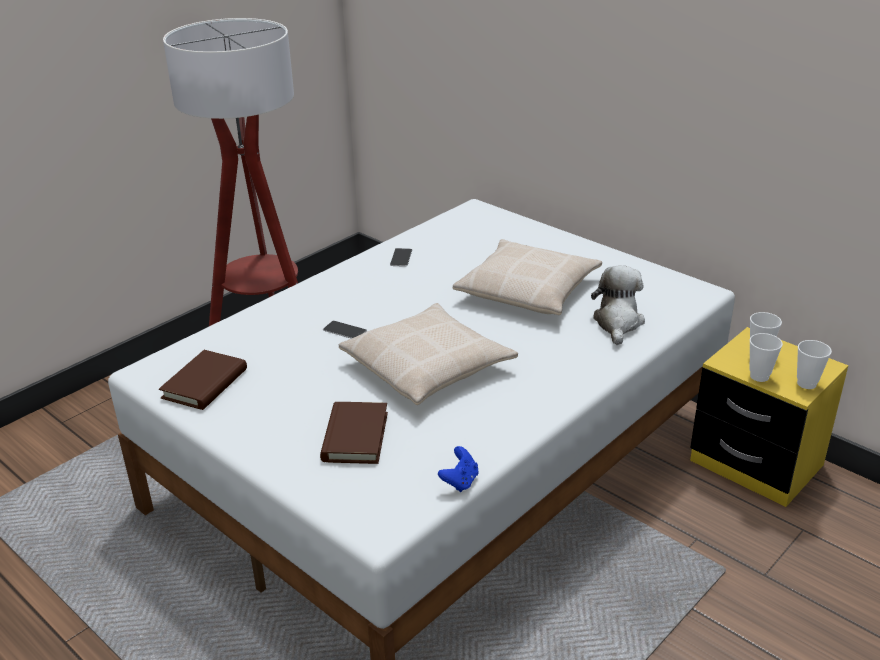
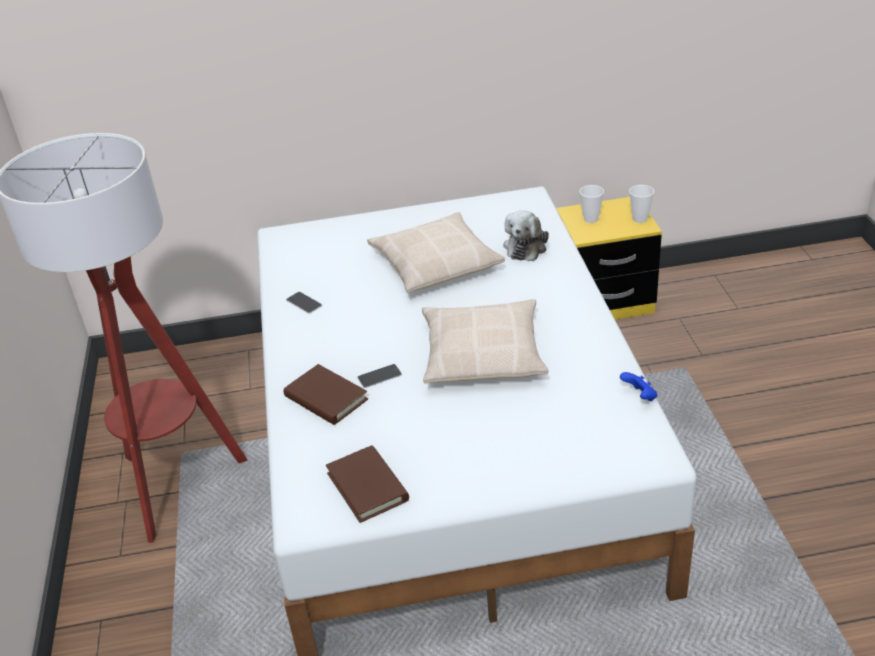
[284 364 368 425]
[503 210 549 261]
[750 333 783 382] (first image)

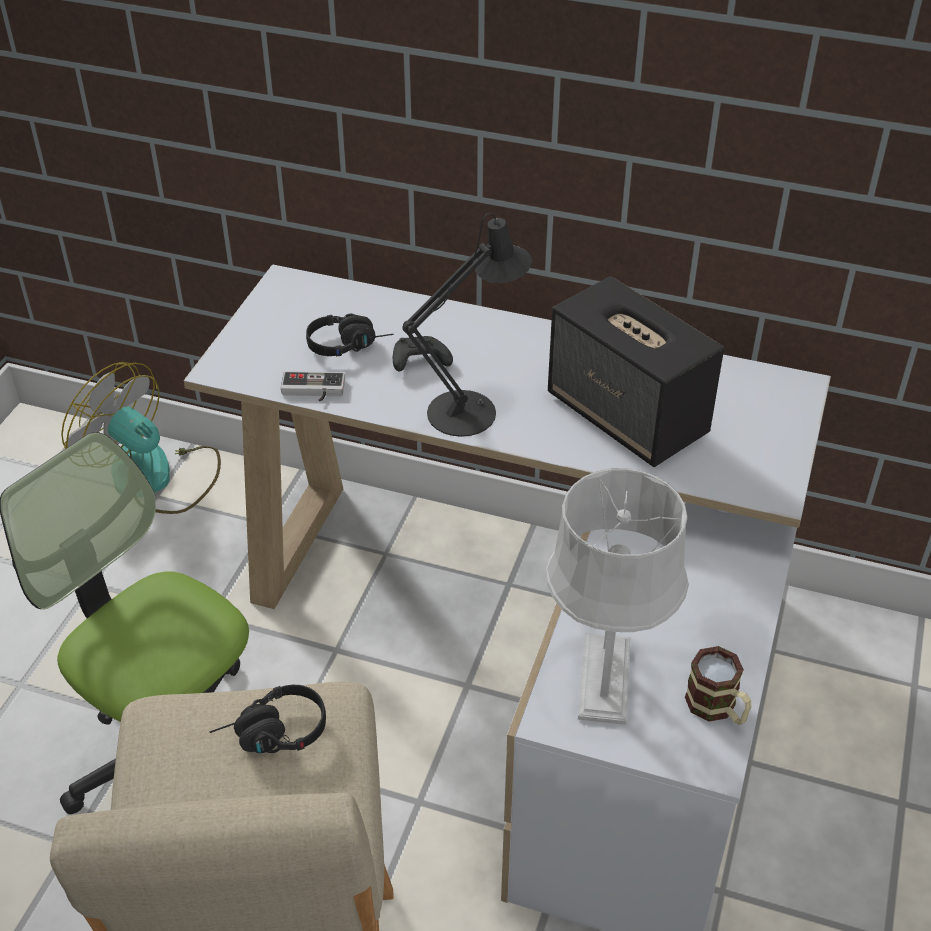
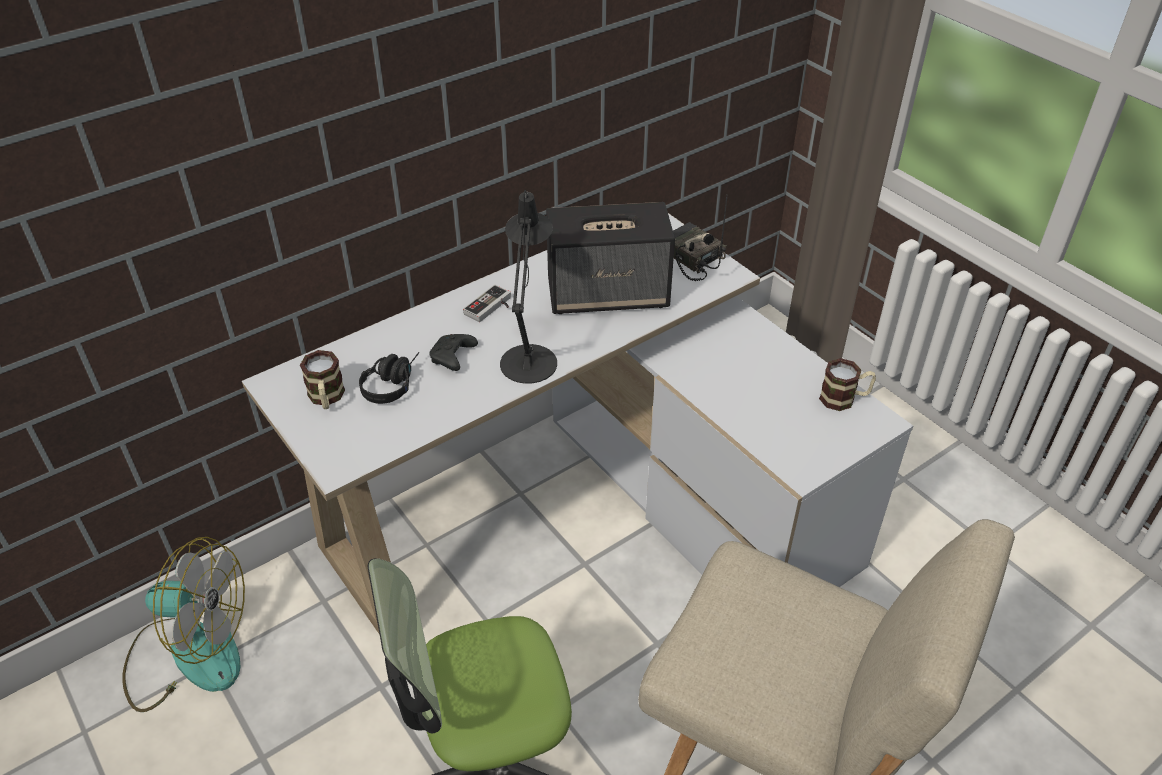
[122 537 245 712]
[209 685 326 753] (first image)
[463 284 511 322]
[545 468 689 725] (first image)
[300 350 345 409]
[673 194 728 281]

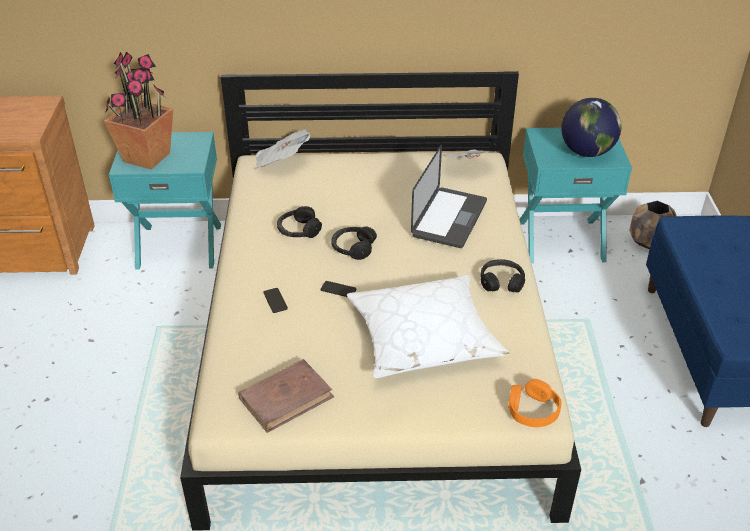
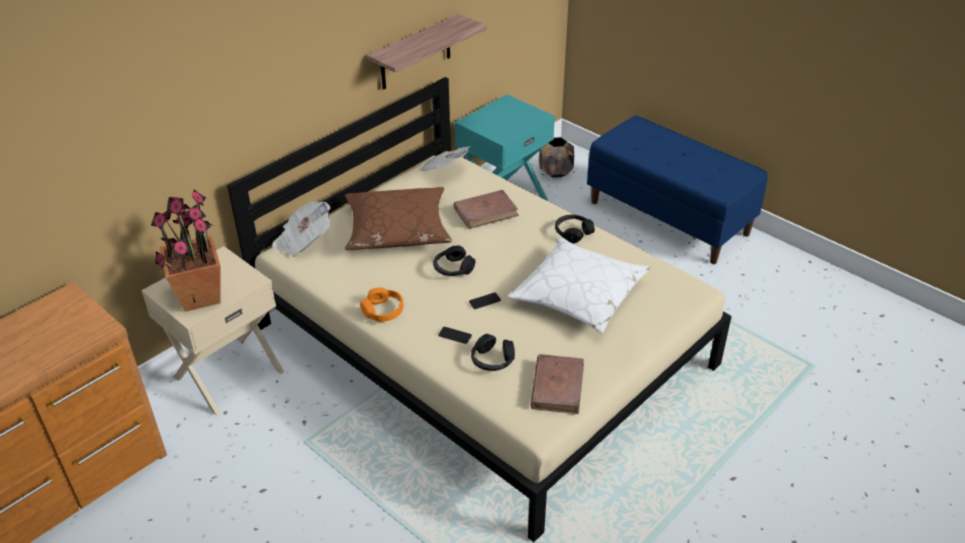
[141 246 284 416]
[471 334 515 371]
[454 190 519 229]
[360 288 403 322]
[561 98 621 157] (first image)
[345 187 452 250]
[367 14 487 90]

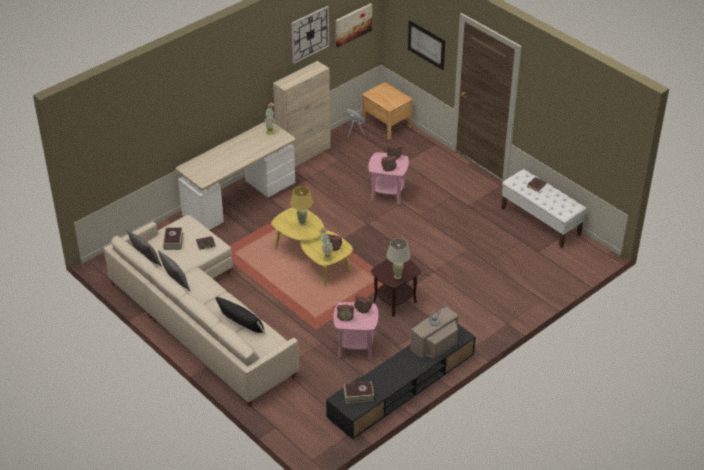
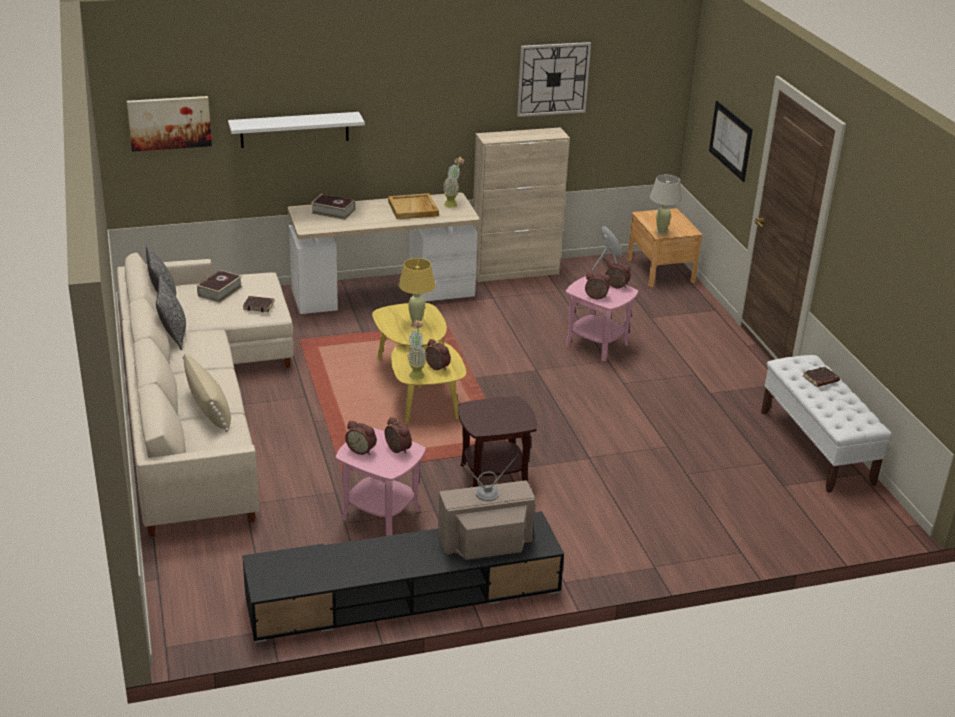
[182 354 231 432]
[127 96 212 152]
[311 194 355 220]
[650 175 682 235]
[228 112 365 148]
[388 193 439 219]

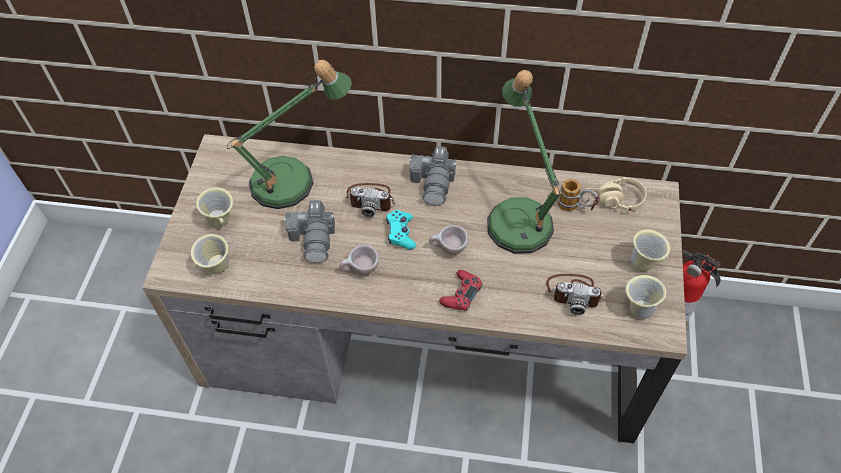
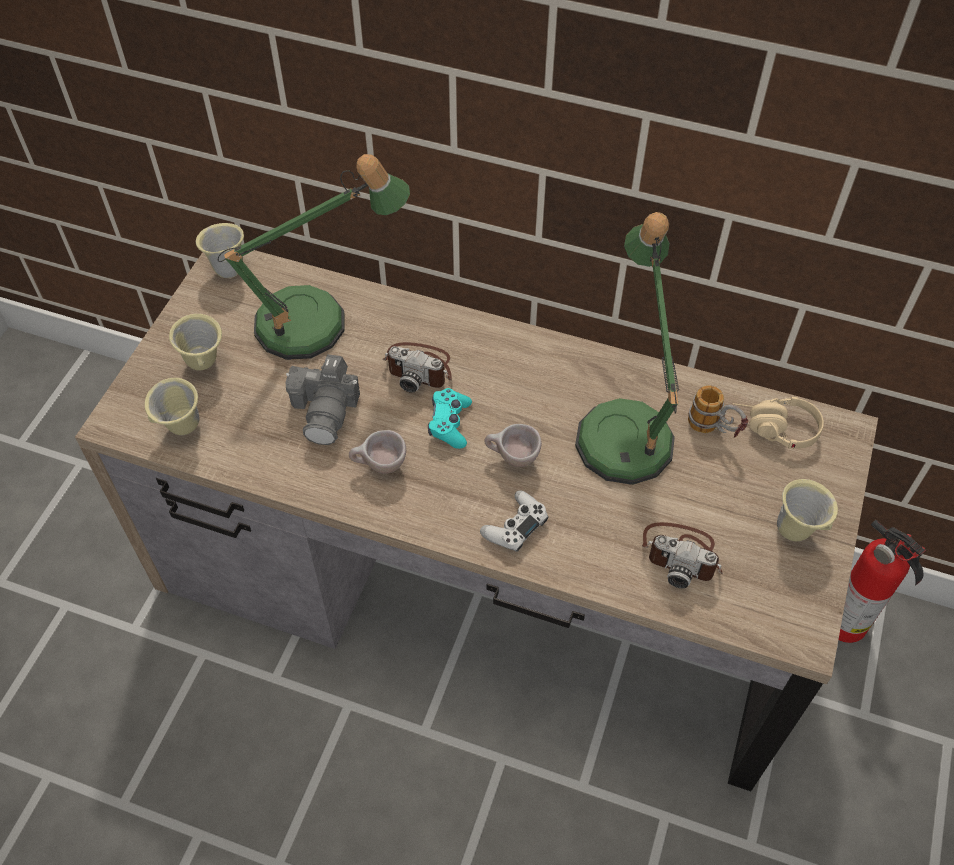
[409 146 457 206] (first image)
[480 490 548 551]
[196 223 244 278]

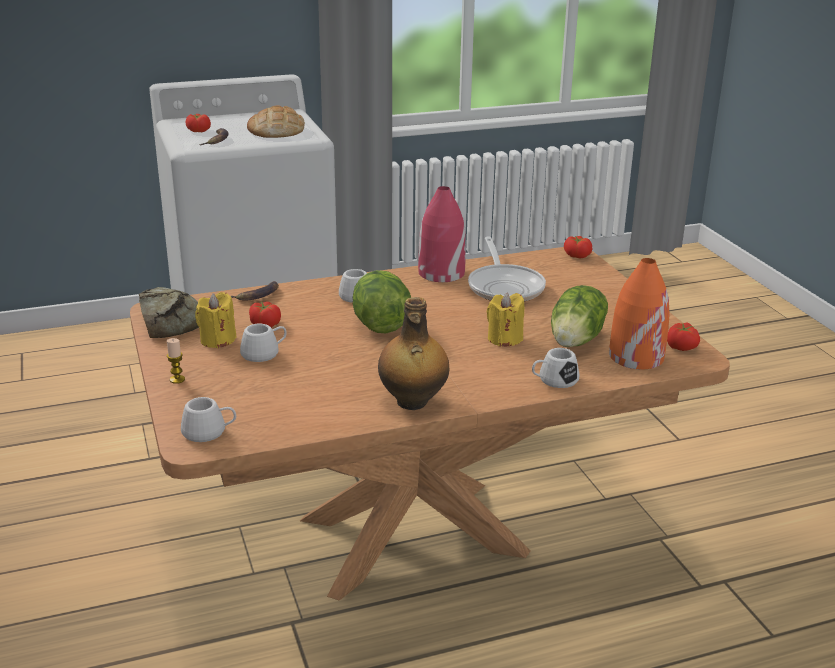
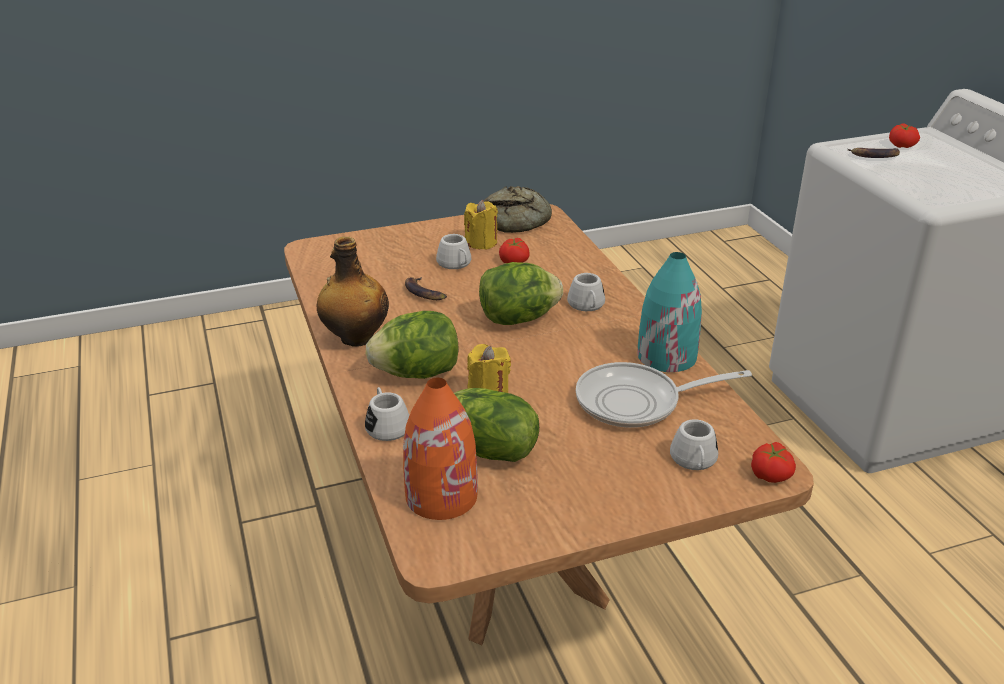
[167 338 185 384] (first image)
[670 419 718 470]
[405 277 447 300]
[247 105 305 138] (first image)
[637 252 702 372]
[667 322 700 351] (first image)
[366 311 459 379]

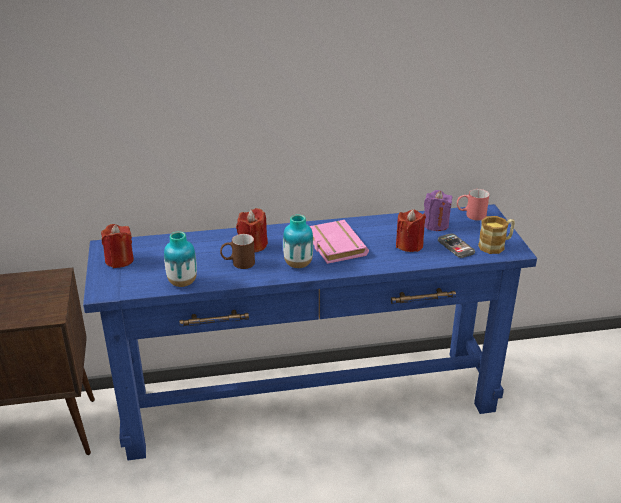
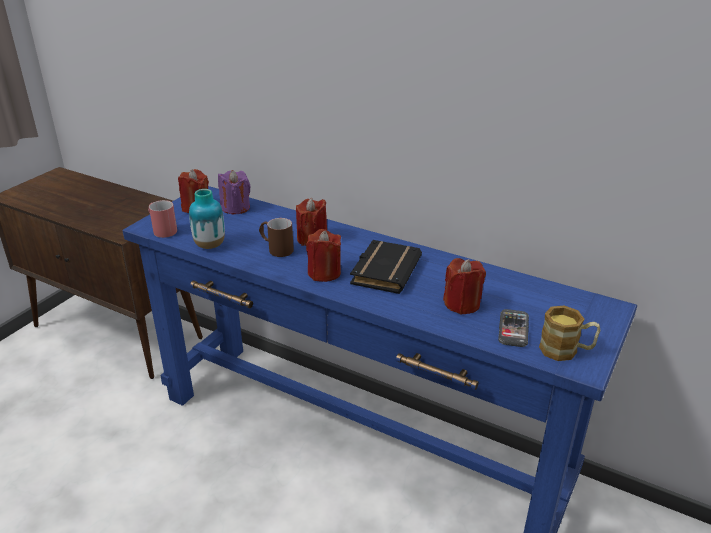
[306 229 341 282]
[350 240 422 294]
[218 170 251 214]
[148 200 177 238]

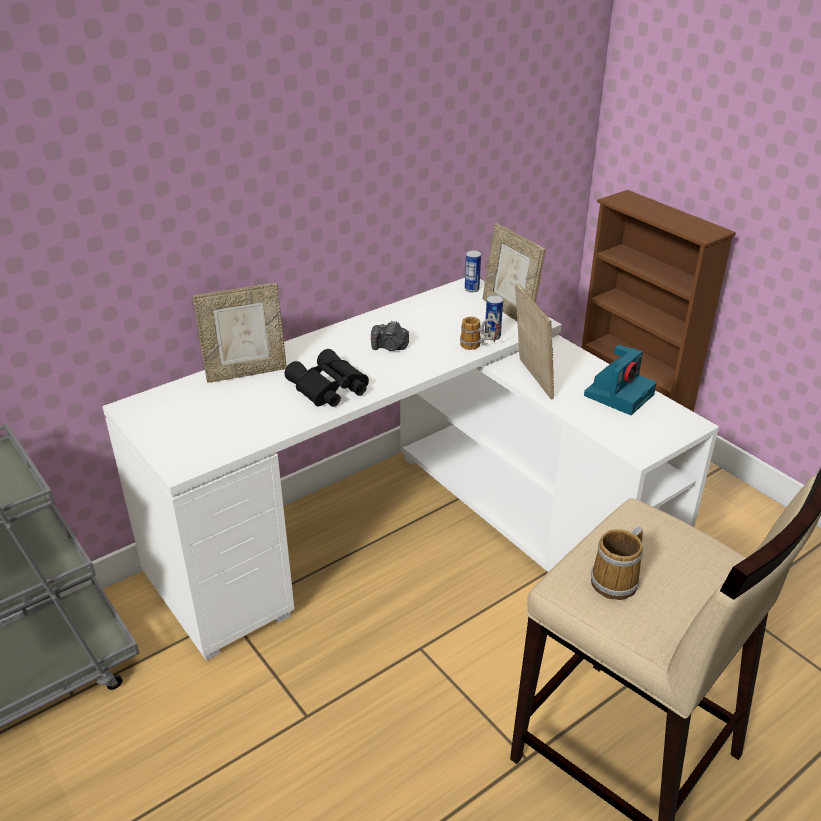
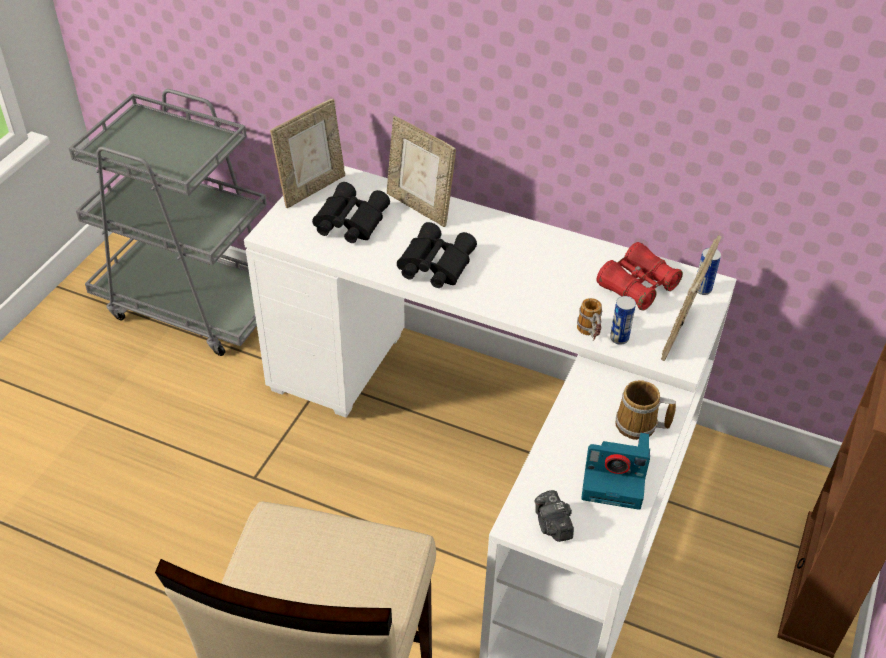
[535 490 574 542]
[270 99 345 208]
[615 380 676 440]
[312 182 390 243]
[596 242 683 310]

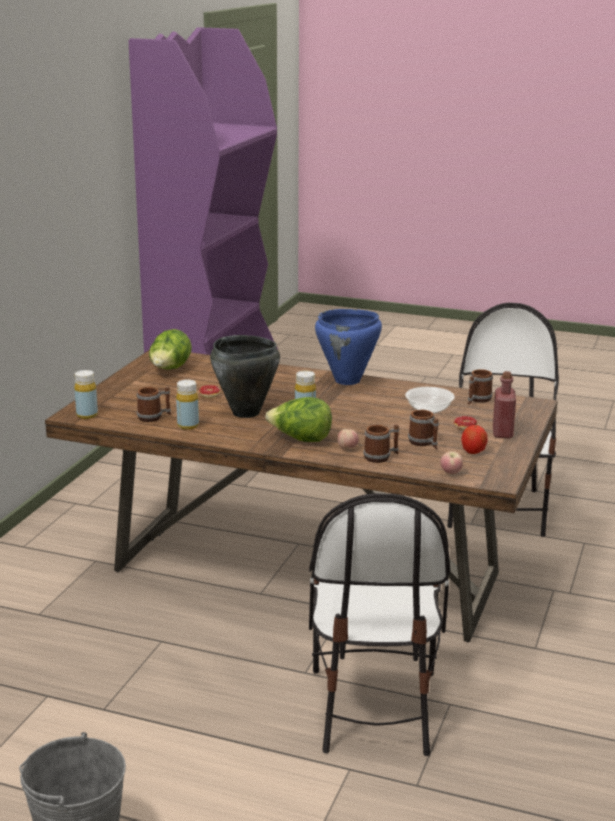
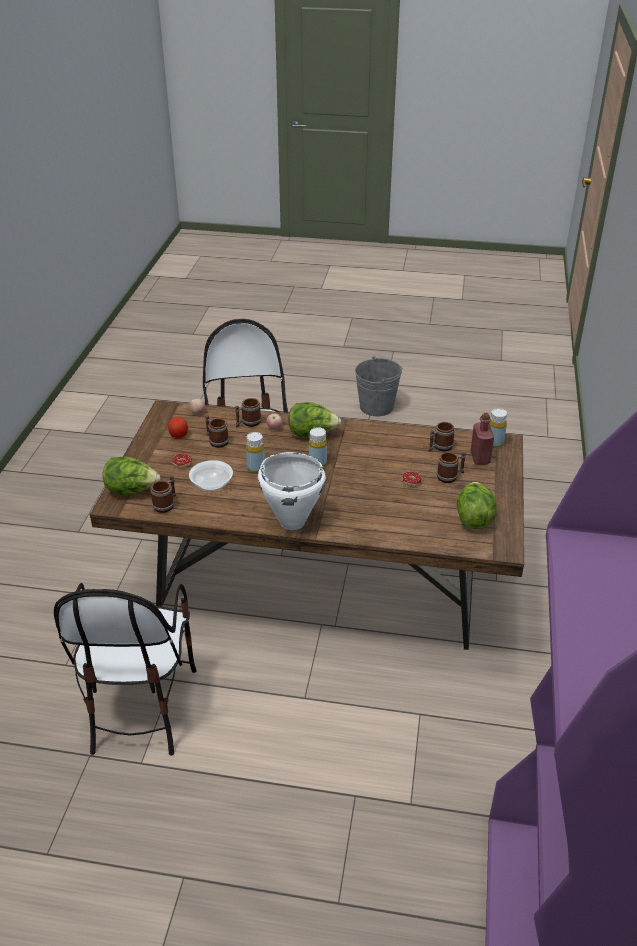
[246 432 265 473]
[210 335 280 418] (first image)
[258 452 326 530]
[471 413 494 465]
[103 456 160 495]
[436 452 466 483]

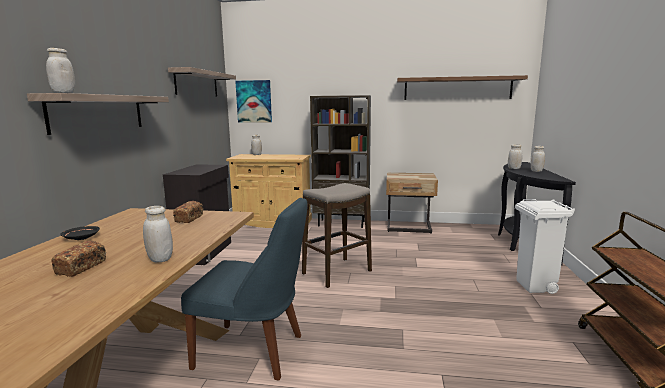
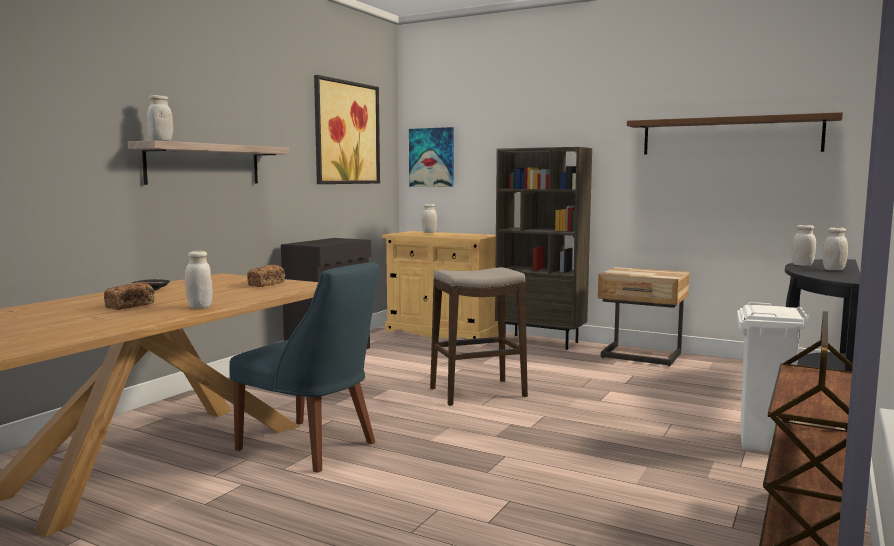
[314 75 380 184]

